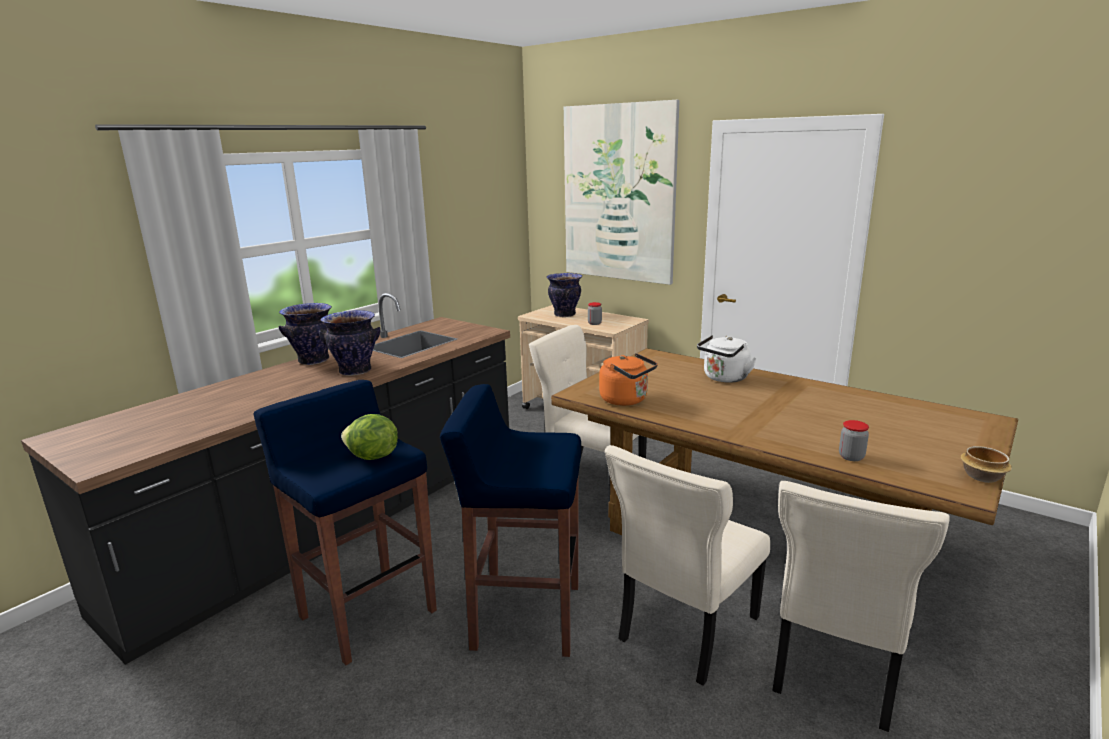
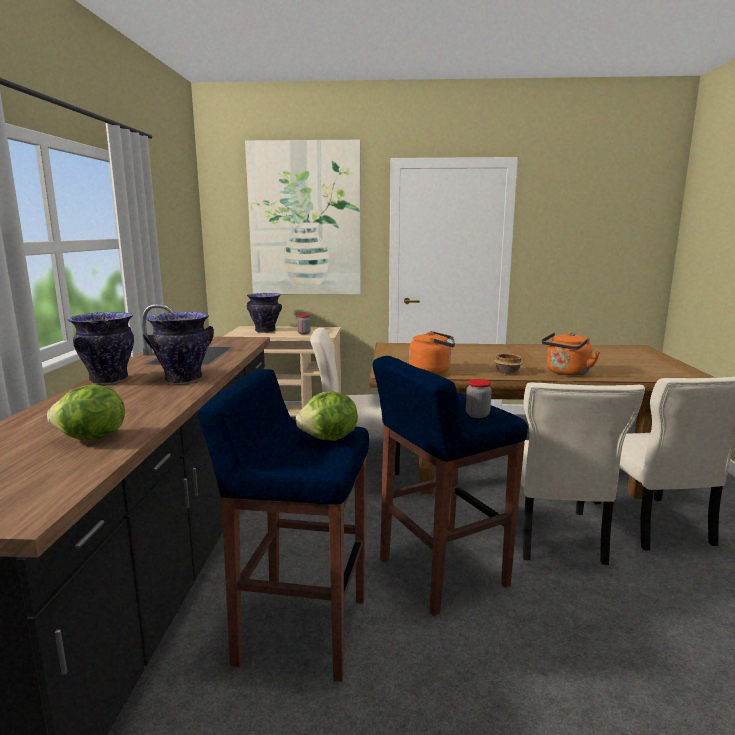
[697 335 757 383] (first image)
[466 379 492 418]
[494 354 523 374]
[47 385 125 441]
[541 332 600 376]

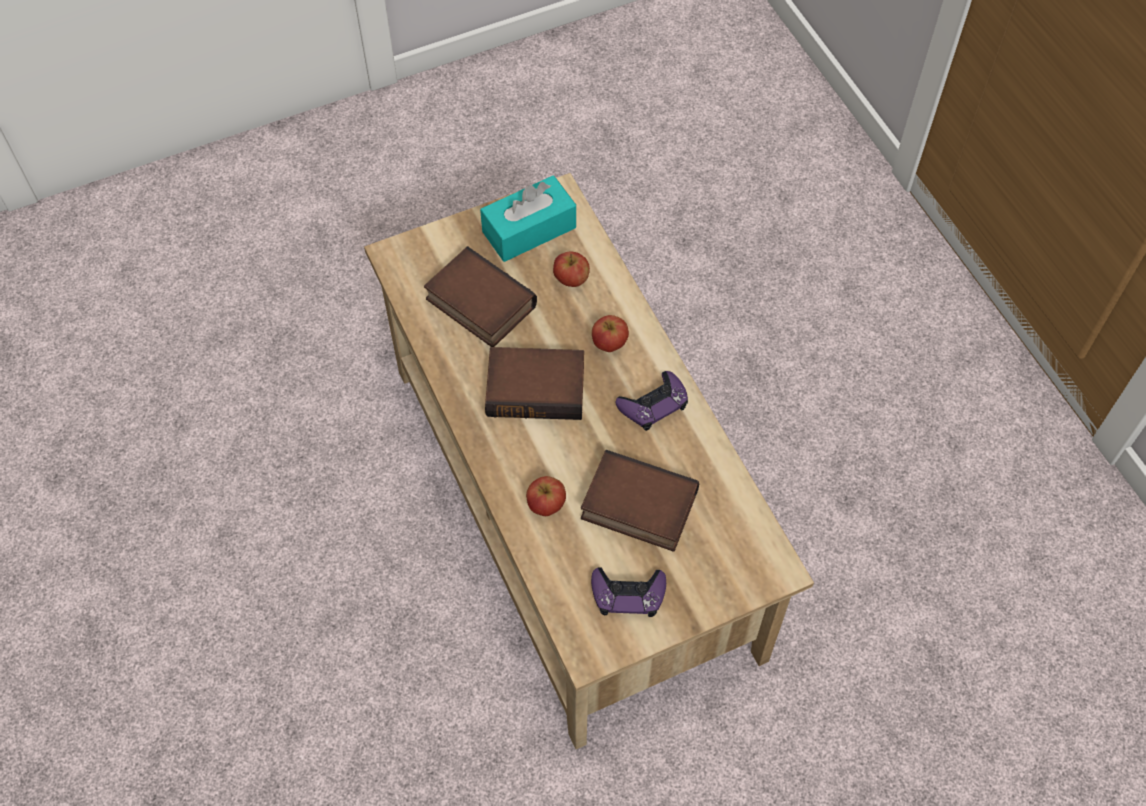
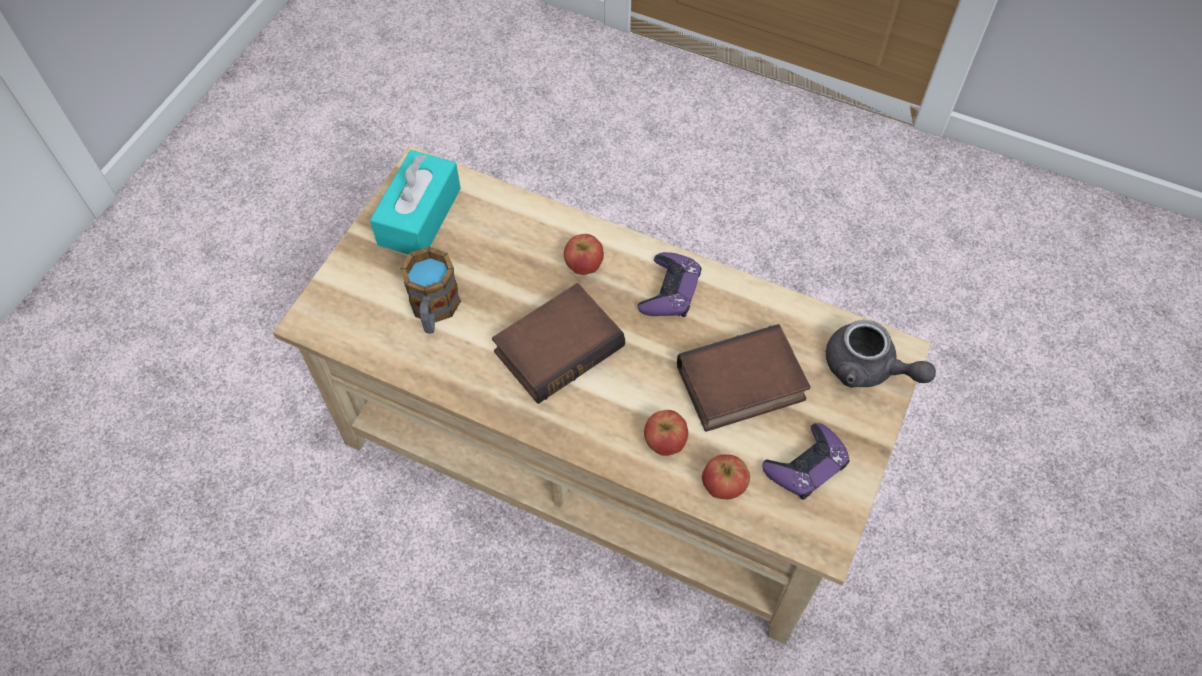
[400 247 461 334]
[702 454 750 499]
[826 320 936 388]

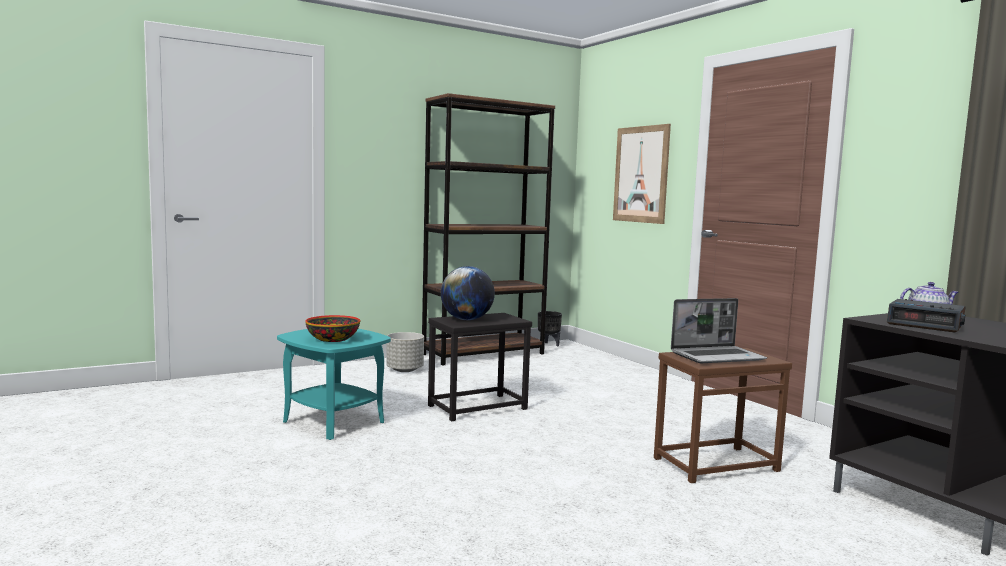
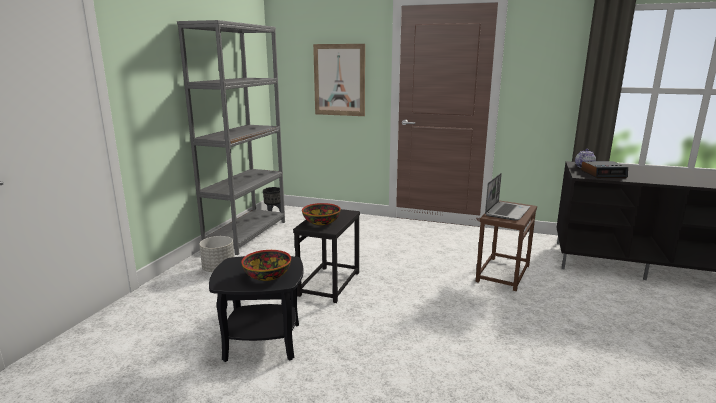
[209 256 304 362]
[177 20 285 255]
[302 203 341 226]

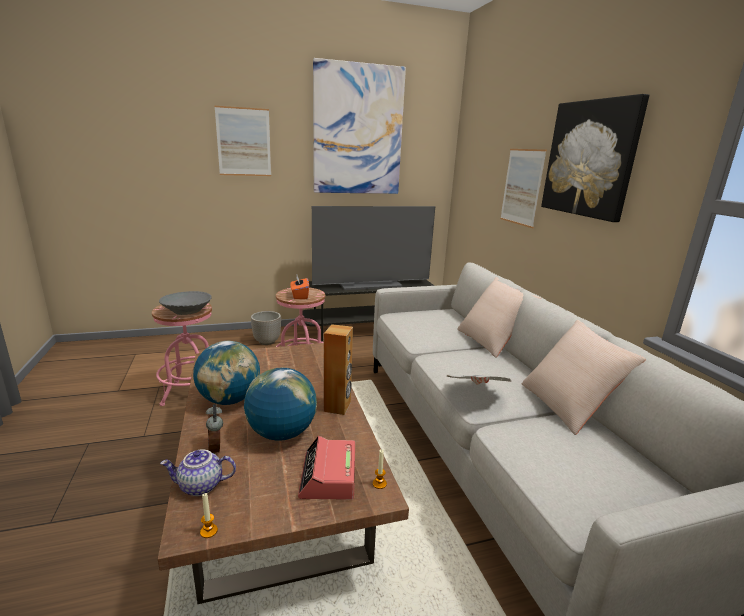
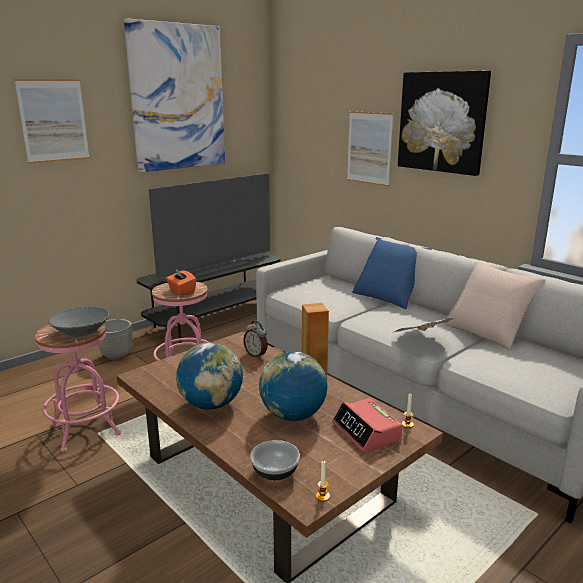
[250 440 300 480]
[243 321 268 359]
[352 237 432 309]

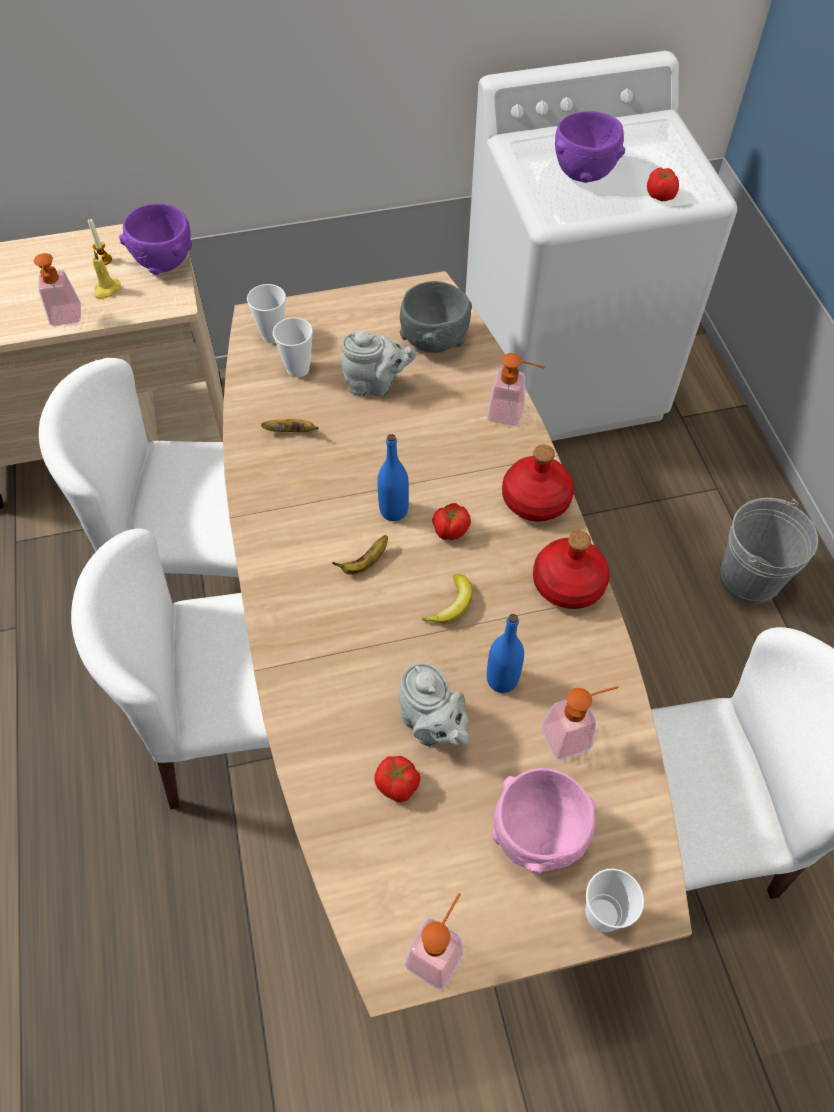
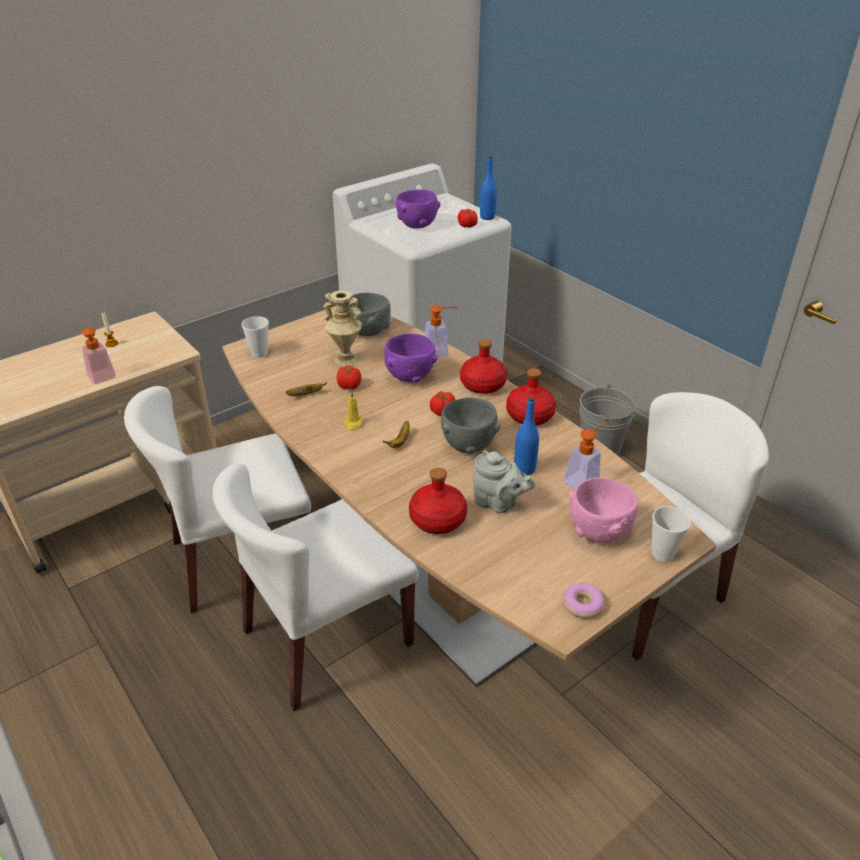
[344 390 365 431]
[384 333 437 383]
[273 317 313 378] (first image)
[324 290 362 366]
[337 366 361 389]
[480 156 497 220]
[563 583 605 618]
[441 397 500 454]
[409 468 467 534]

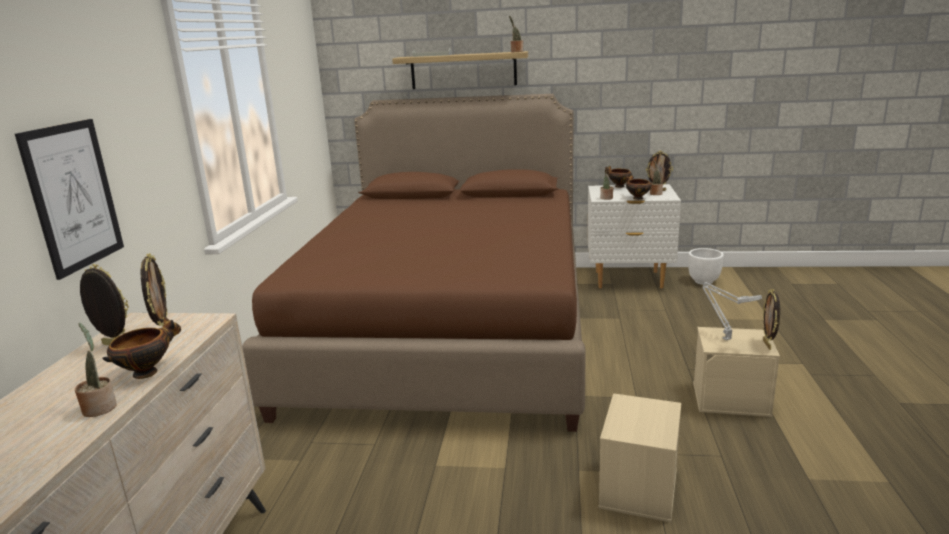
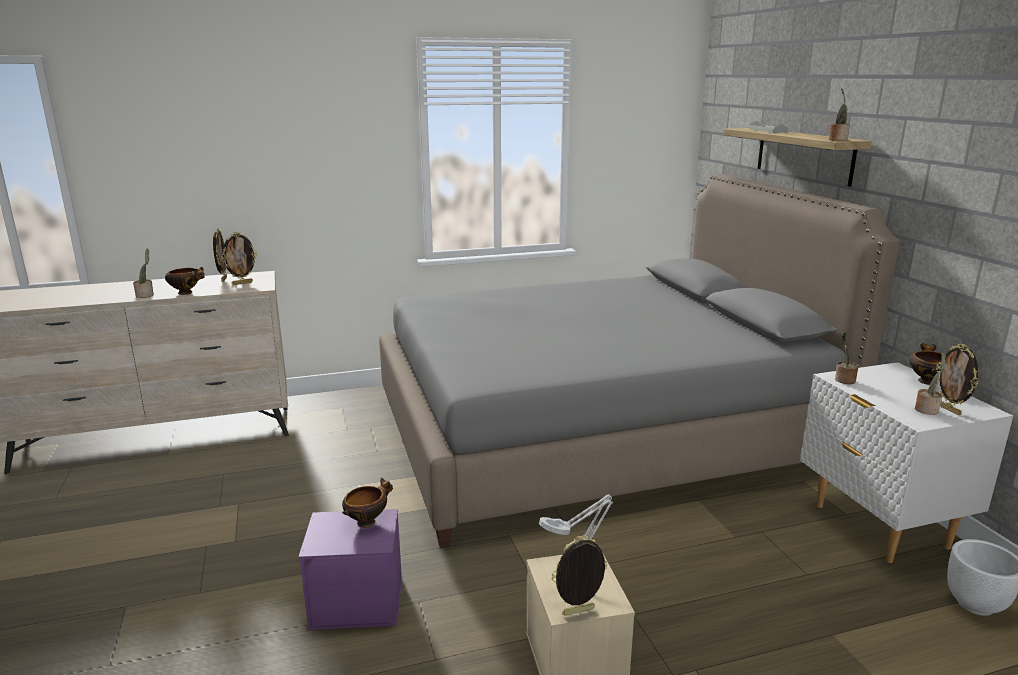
[15 119 124 280] (first image)
[379 174 900 548]
[298 509 402 630]
[342 478 393 528]

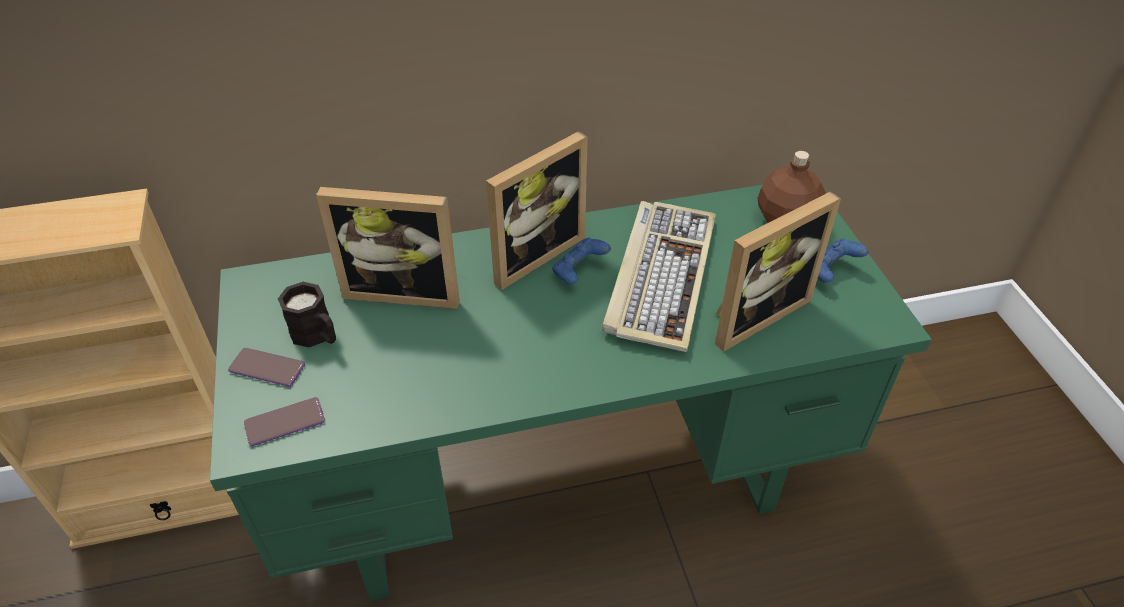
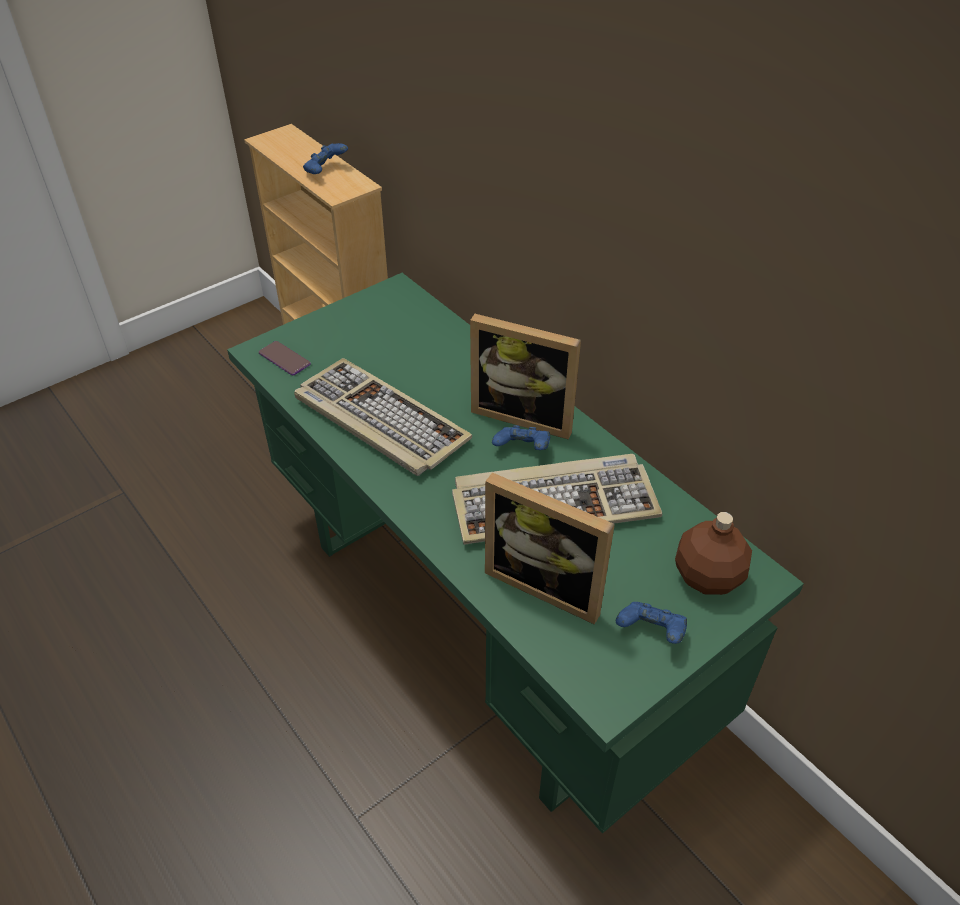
[228 348 305 386] (first image)
[278 282 336 348] (first image)
[316 187 460 309] (first image)
[294 358 472 476]
[303 143 348 174]

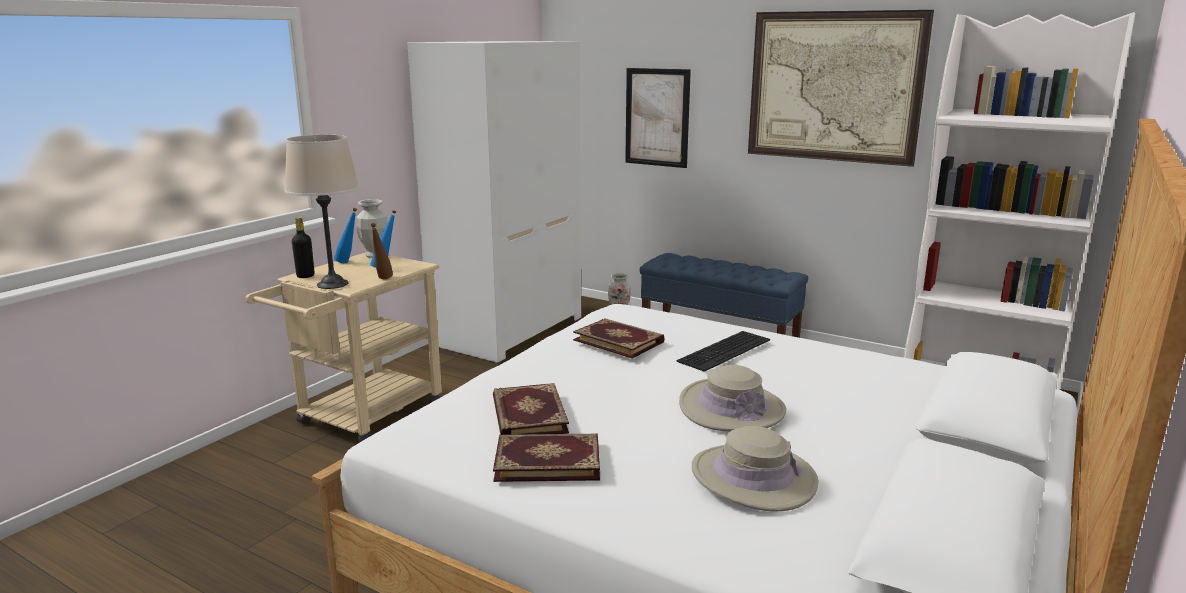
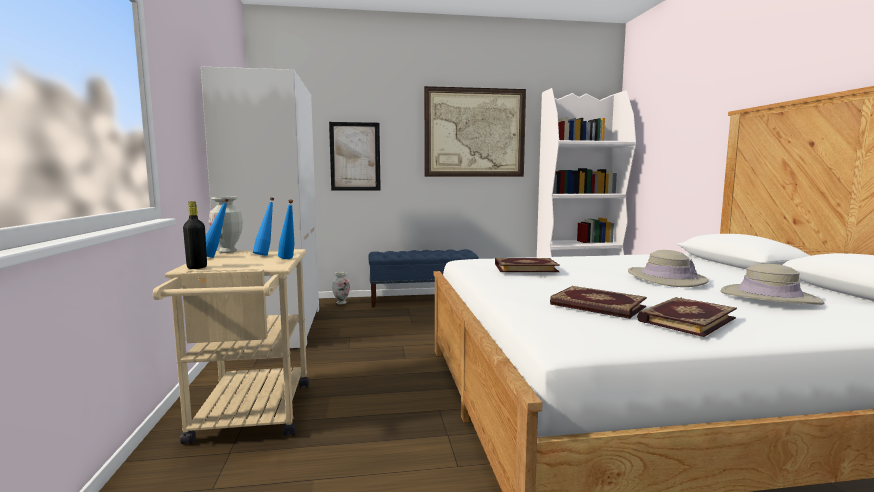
[284 135 359 289] (first image)
[278 200 294 259]
[677 331 770 372] (first image)

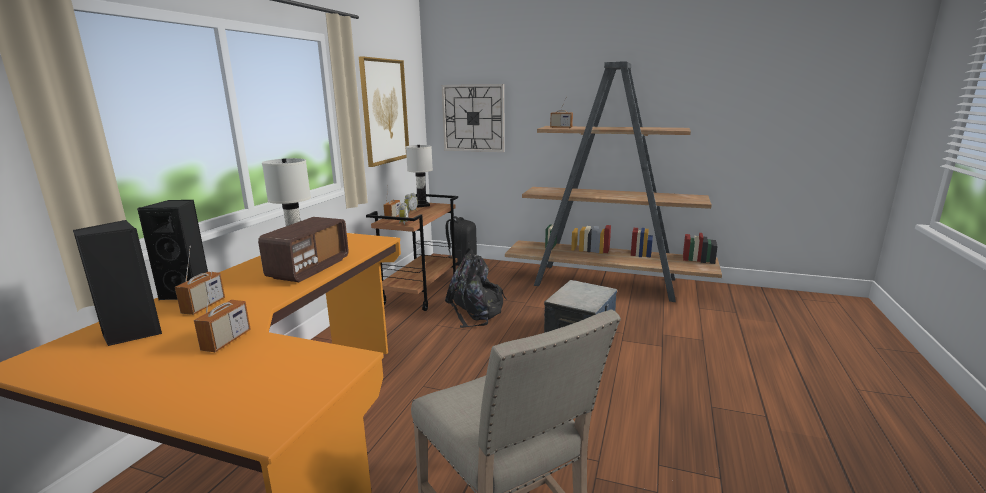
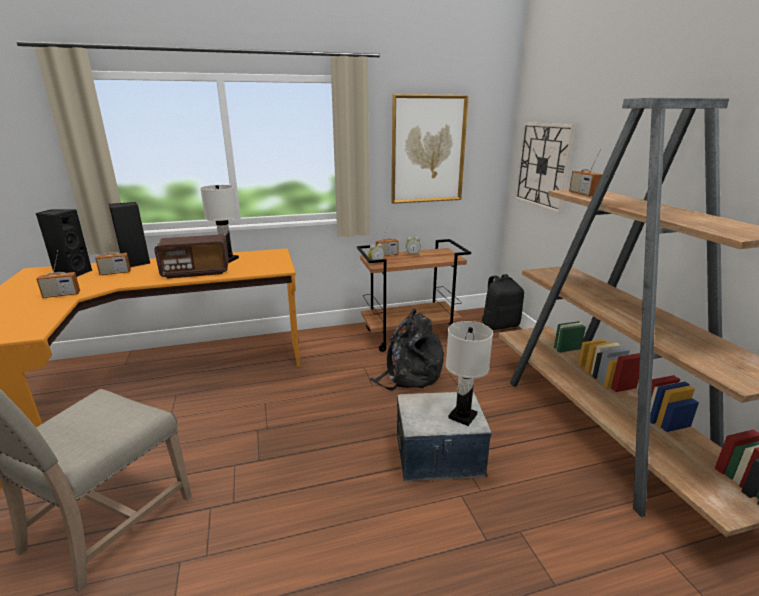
[446 321 493 426]

